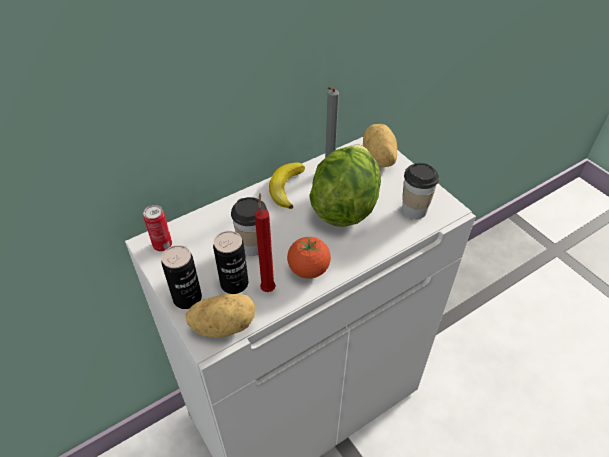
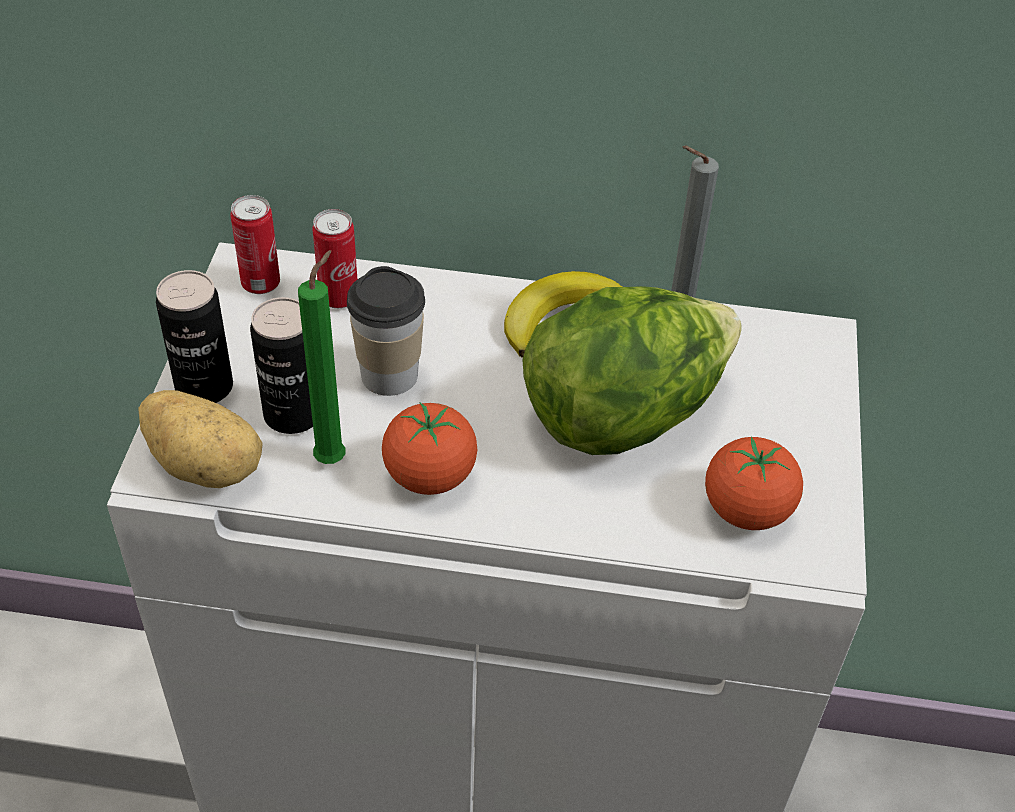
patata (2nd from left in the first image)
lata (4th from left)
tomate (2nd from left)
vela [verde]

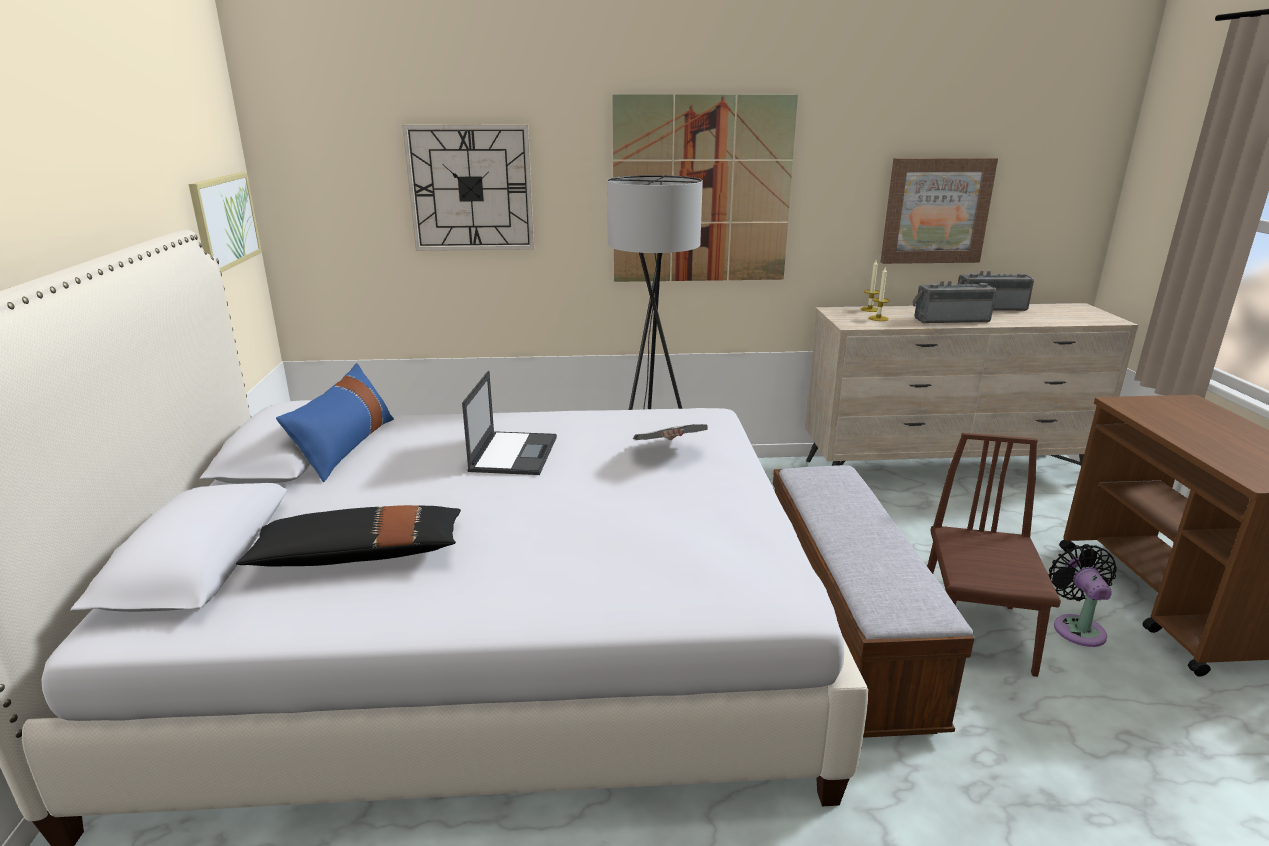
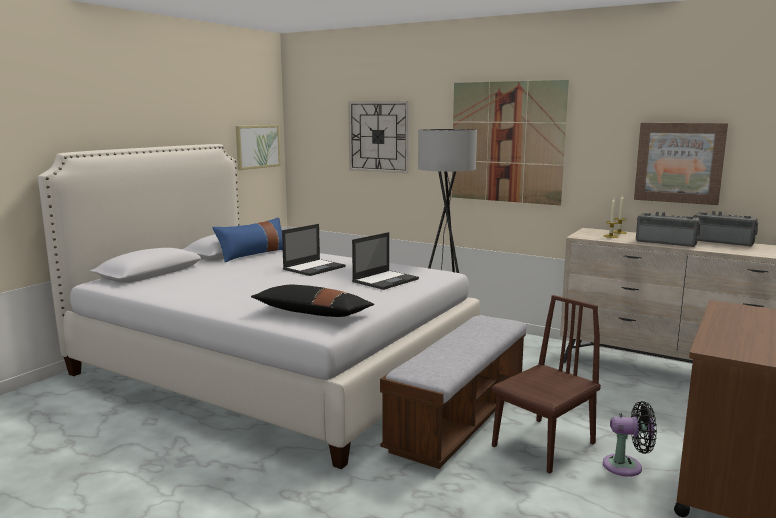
cojín [negro]
portátil (2nd from left)
ventilador [negro]

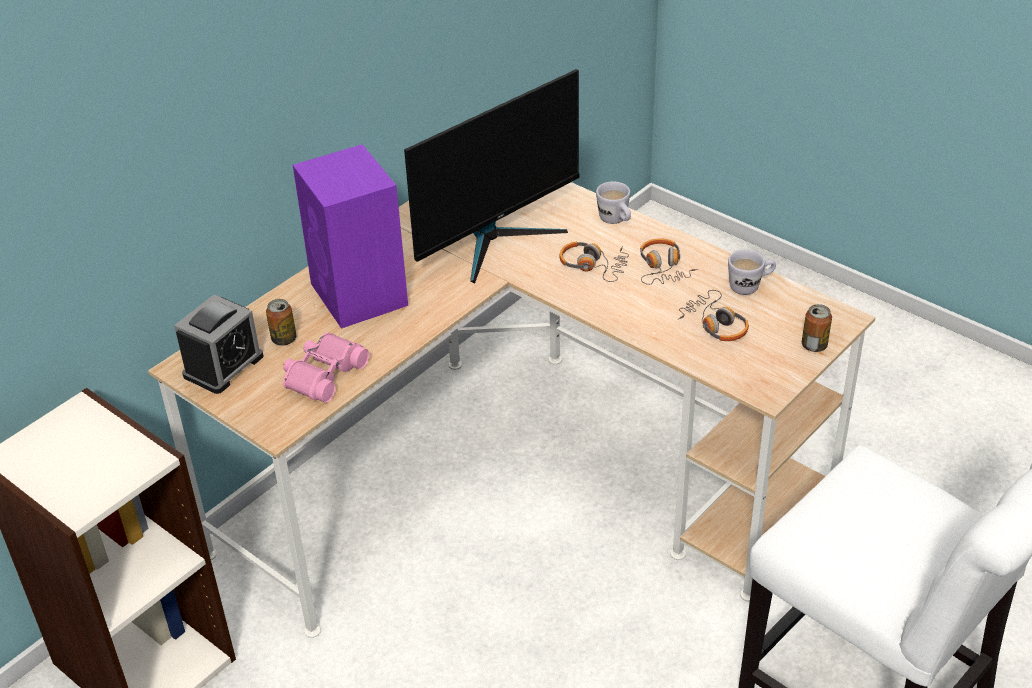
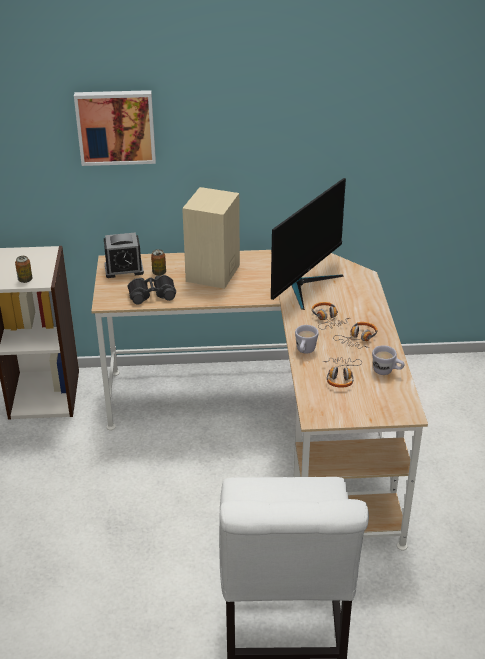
cuadro
taza grande [blanco] (1st from left)
lata (1st from left)
prismáticos [negro]
altavoz [beis]
monitor

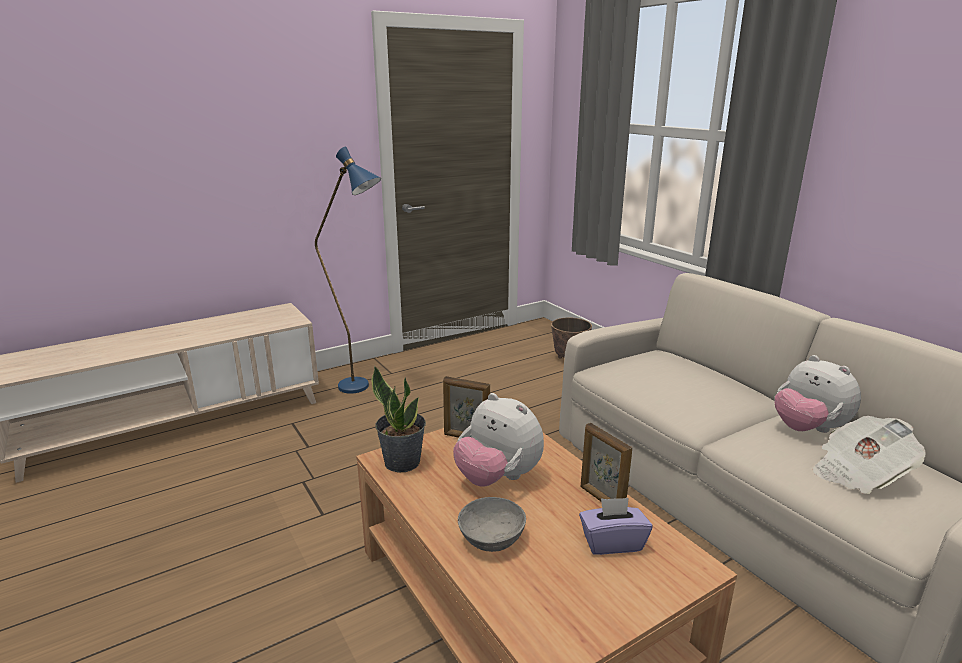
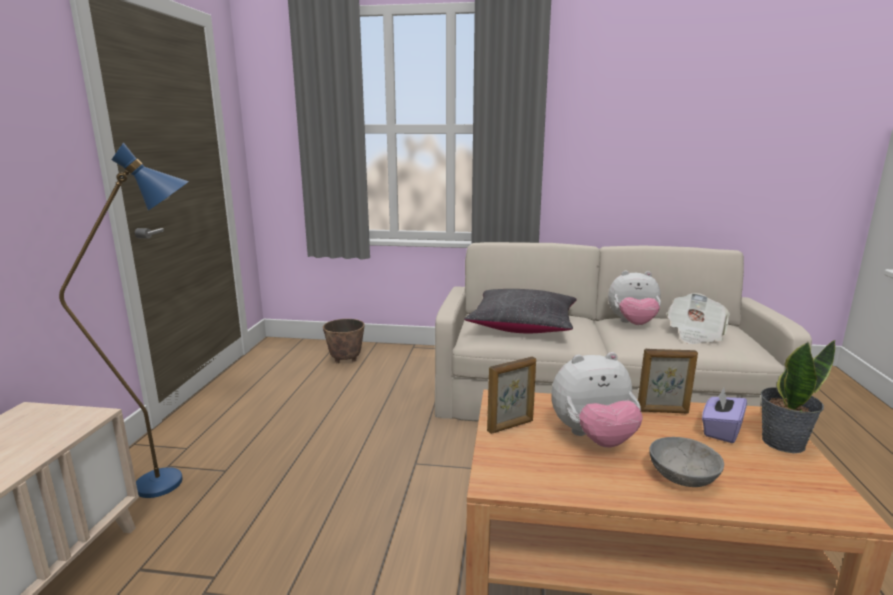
cojín [negro]
planta en maceta

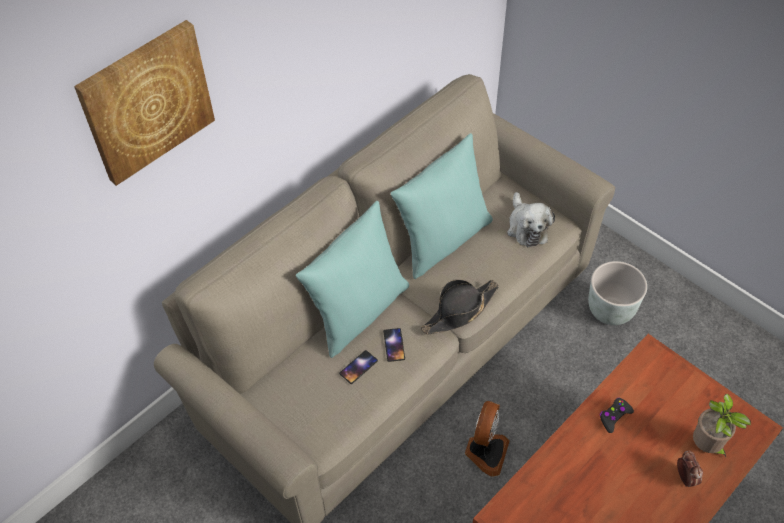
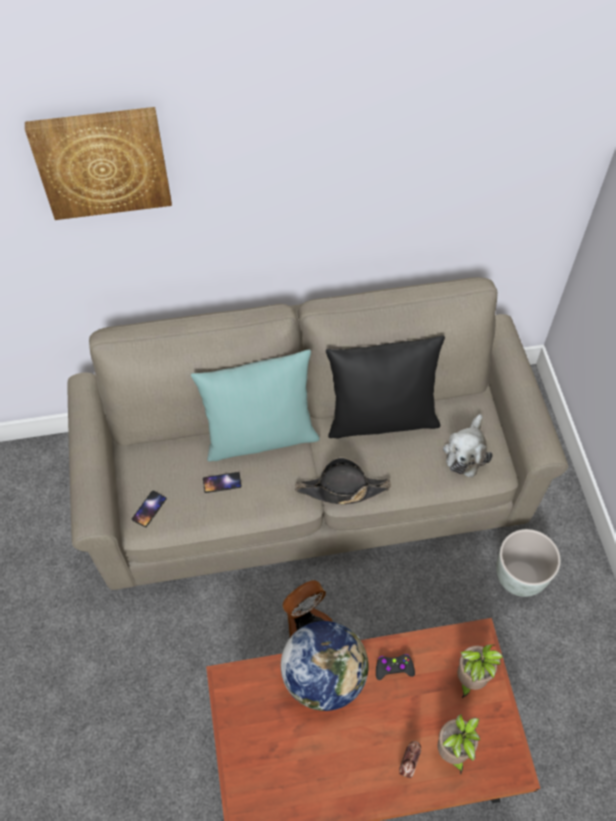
globo terráqueo
planta en maceta (2nd from left)
móvil (1st from left)
cojín [negro]

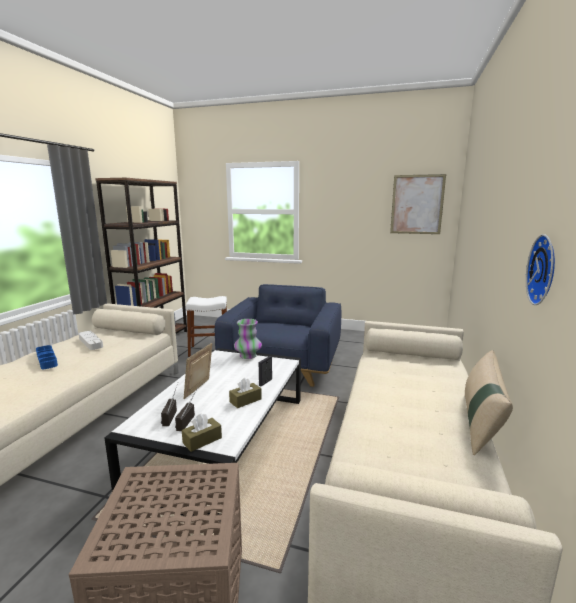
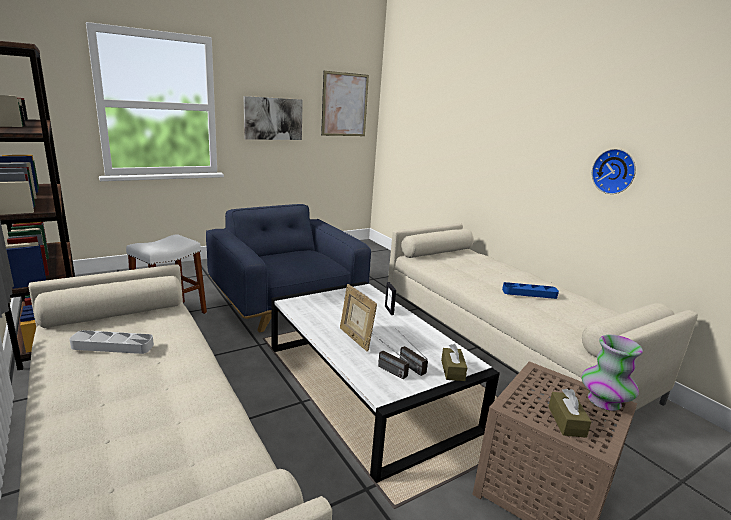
cojín [beis]
cuadro (1st from left)
bandeja [azul]
caja de pañuelos [marrón] (2nd from left)
florero

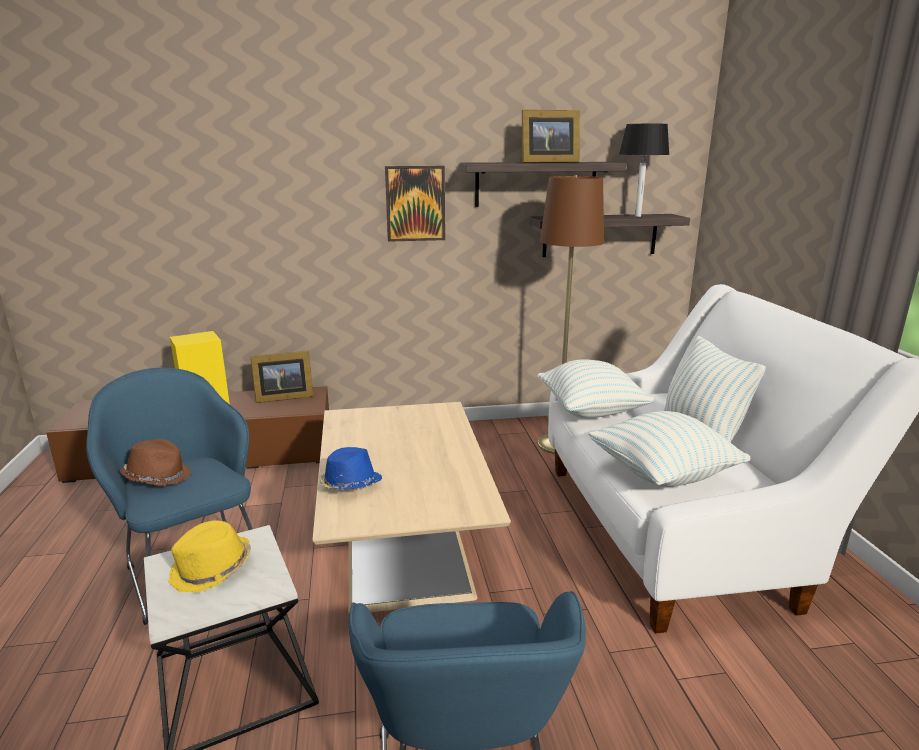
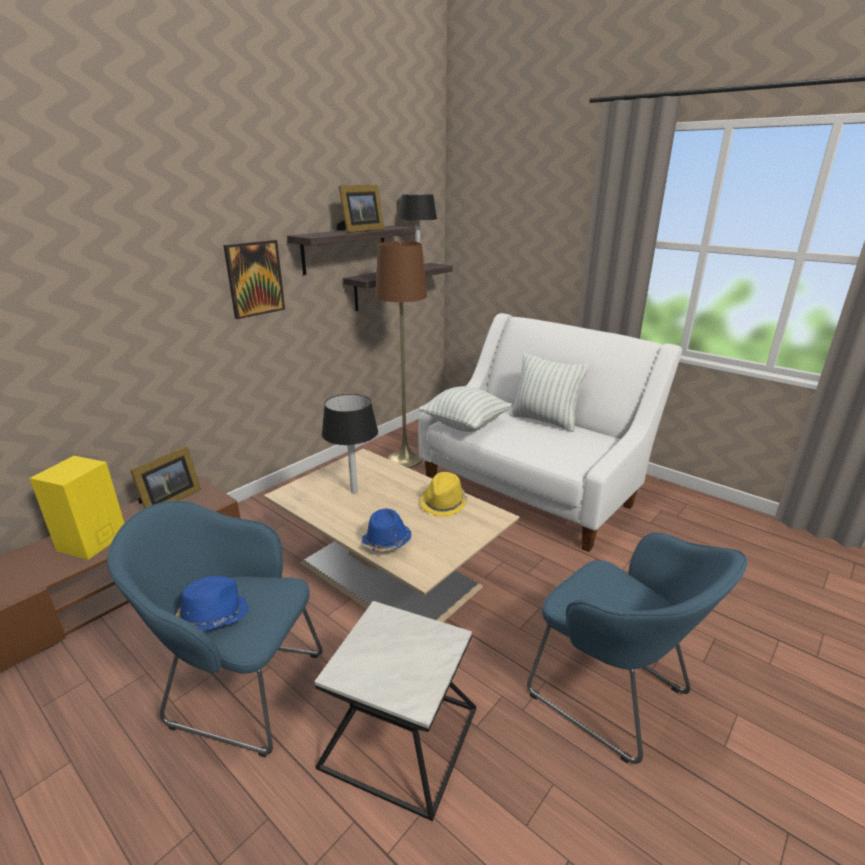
cojín (2nd from left in the first image)
lámpara de mesa [negro] (1st from left)
sombrero [amarillo]
sombrero [azul] (1st from left)

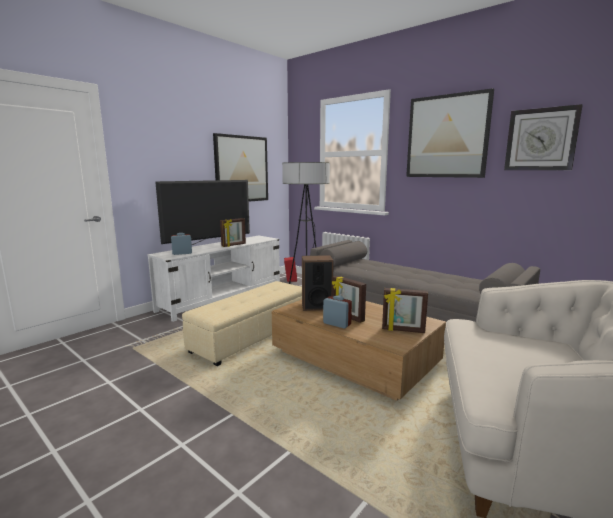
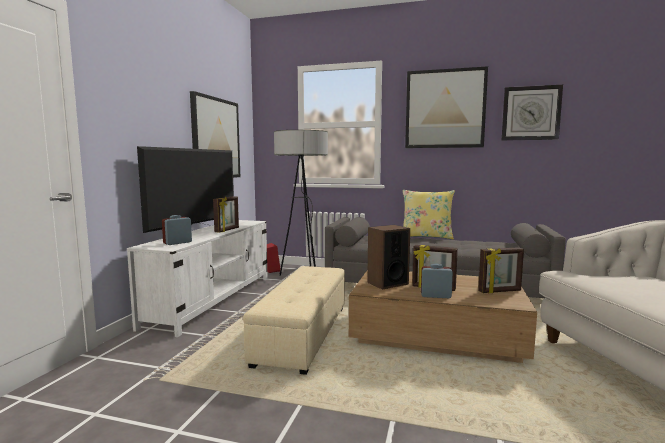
cojín [amarillo]

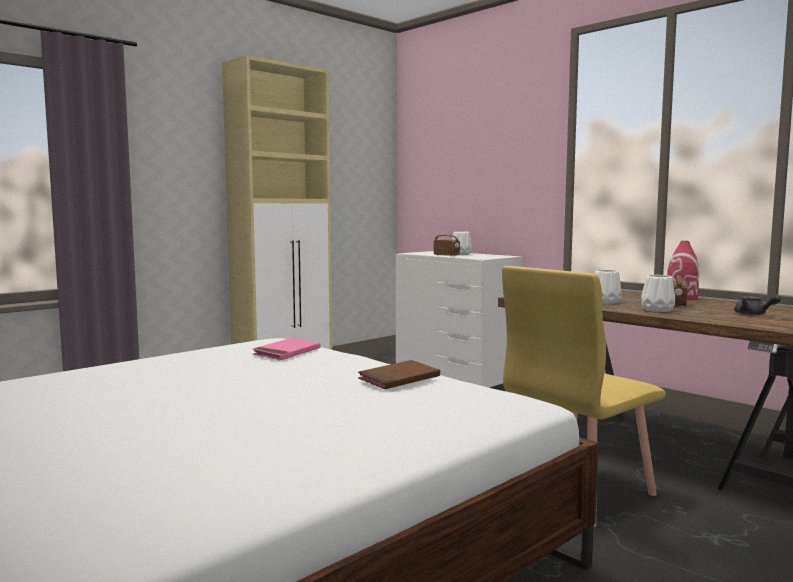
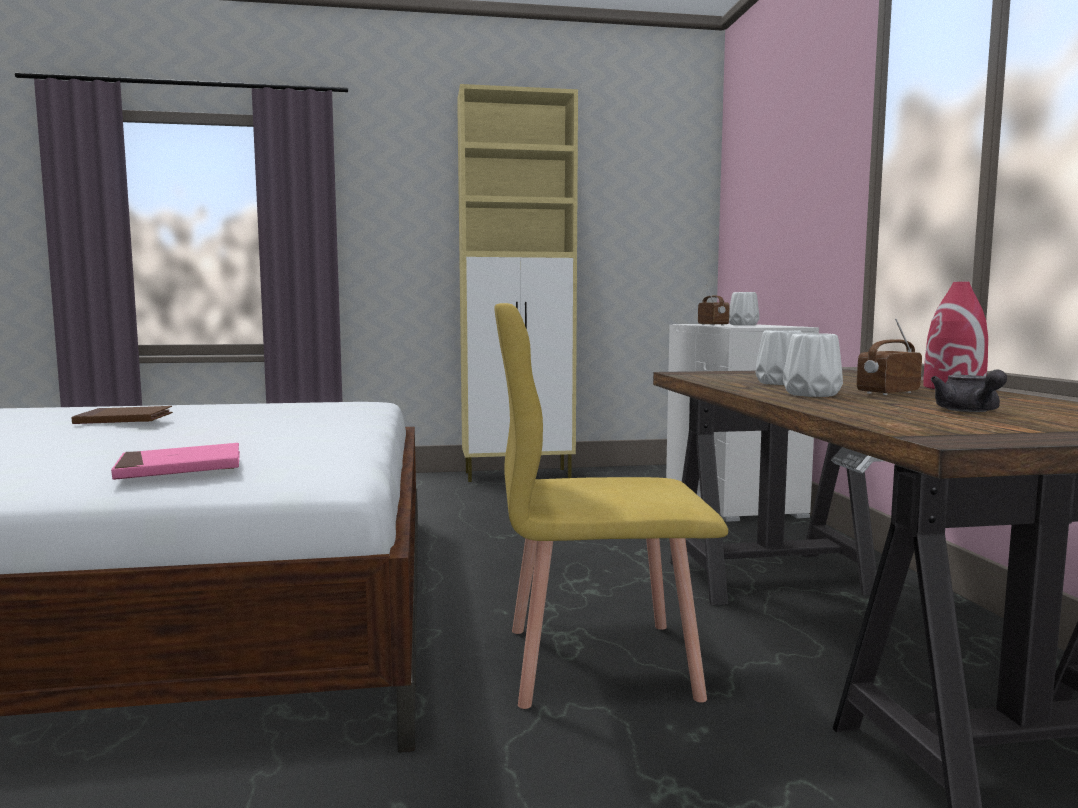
libro [rosa]
libro [marrón]

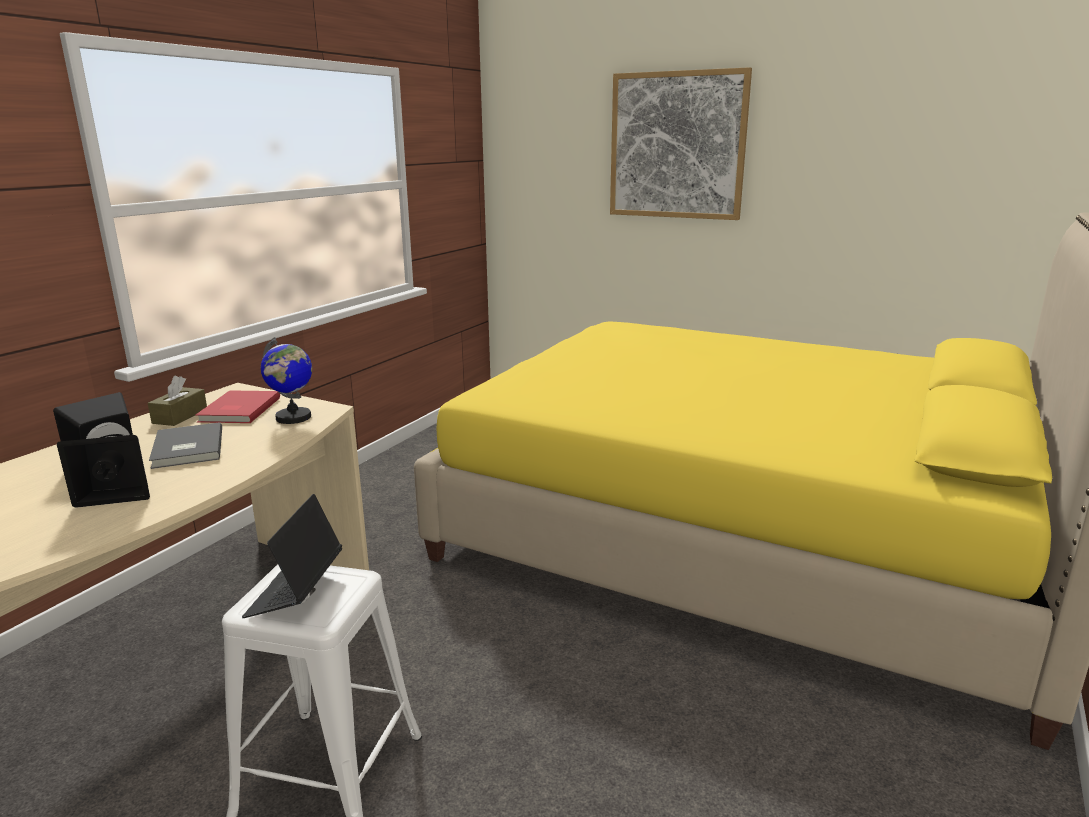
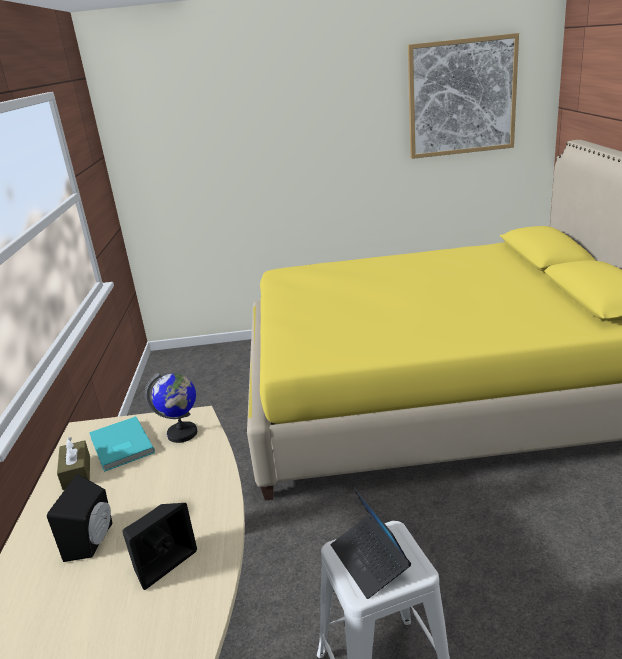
libro [gris]
cuadro
libro [turquesa]

